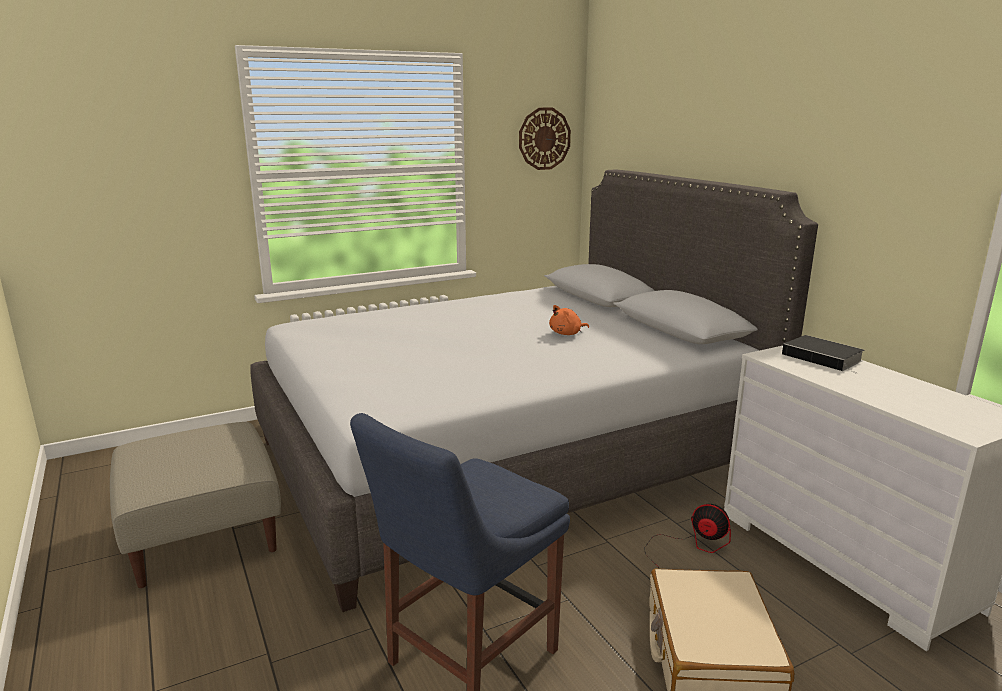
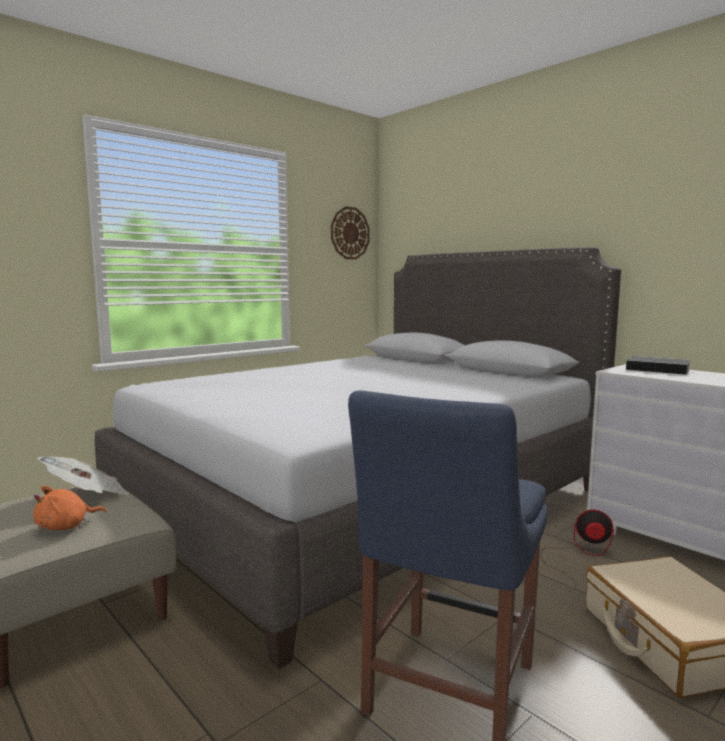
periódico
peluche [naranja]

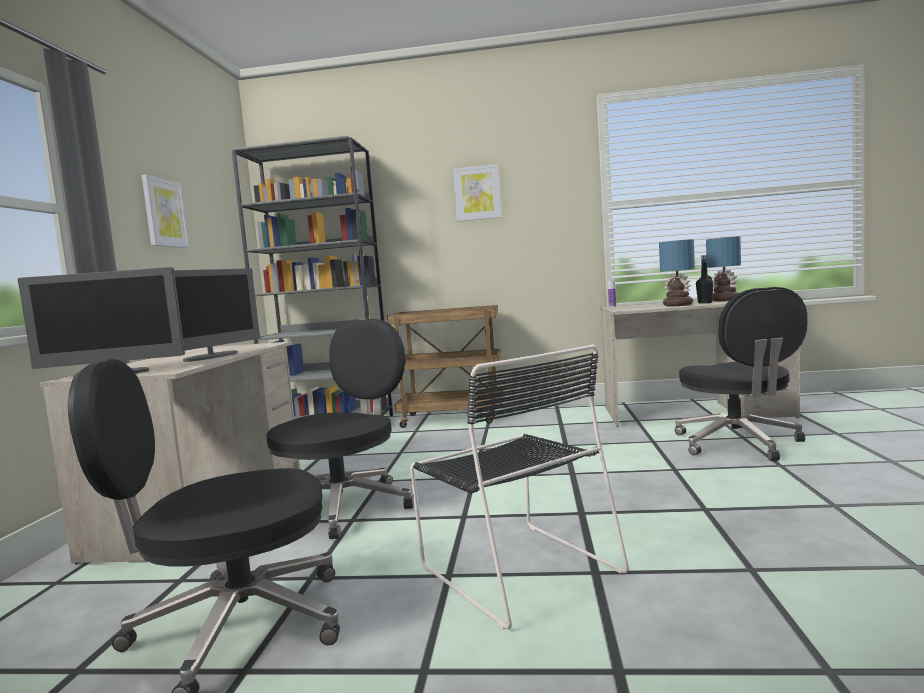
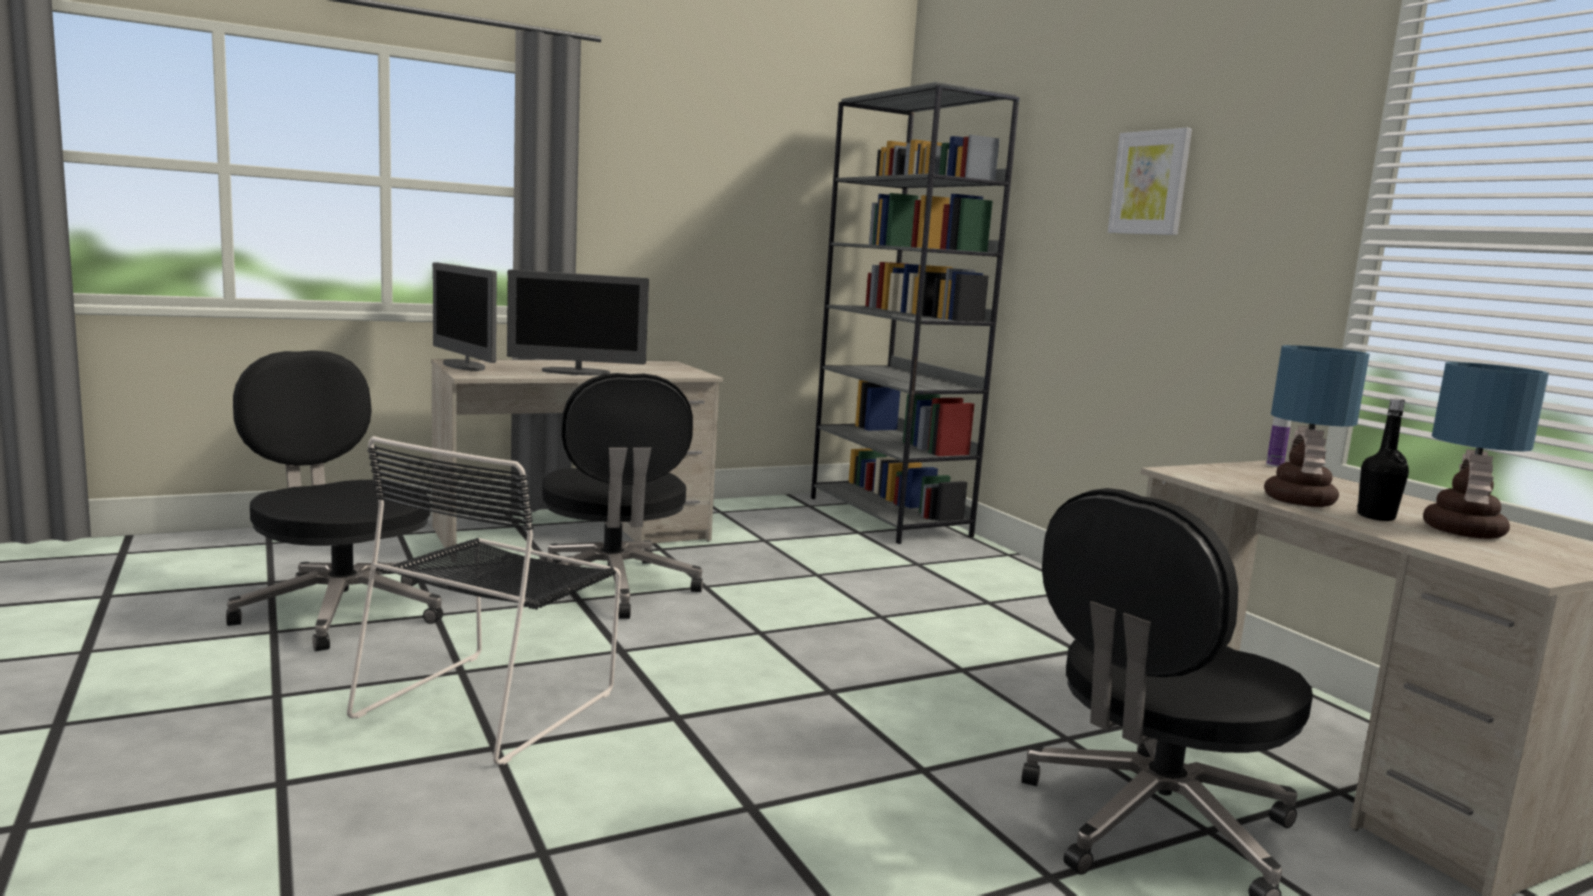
cuadro (1st from left in the first image)
carrito [marrón]
silla de oficina [negro] (2nd from left)

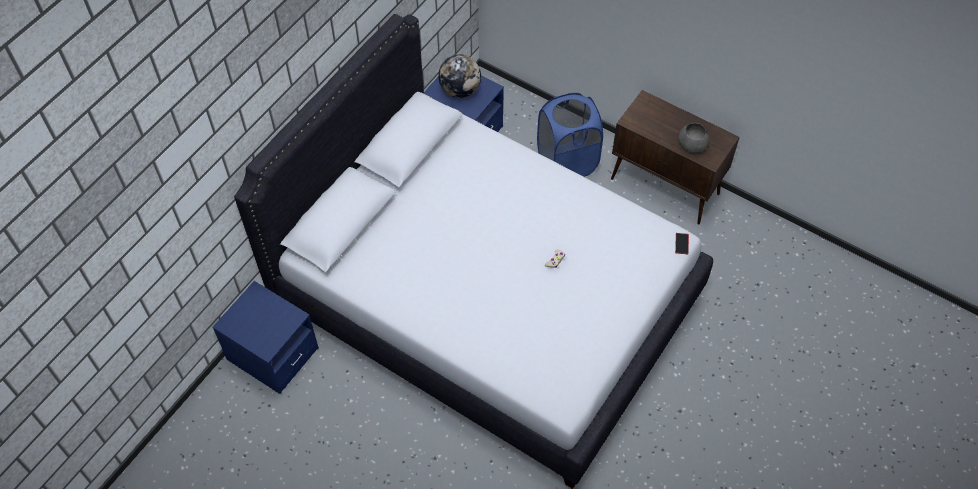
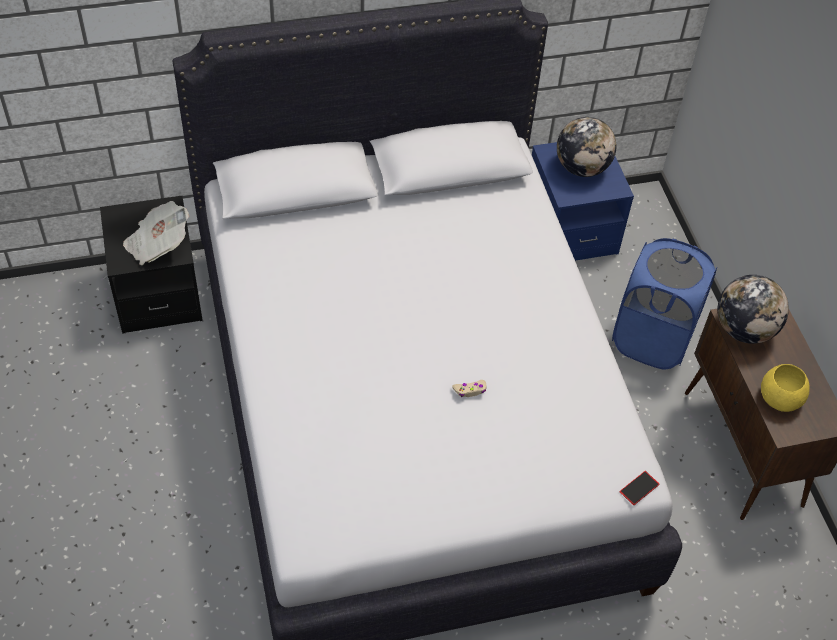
periódico
globo terráqueo (2nd from left)
mesita de noche [negro]
cuenco [amarillo]

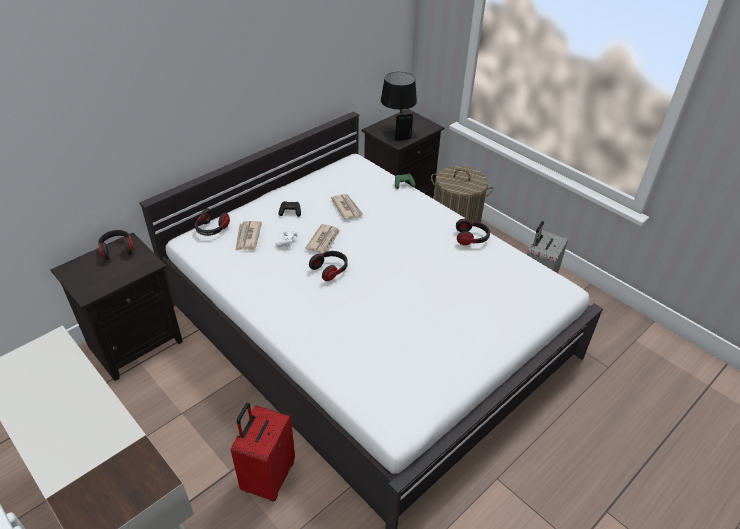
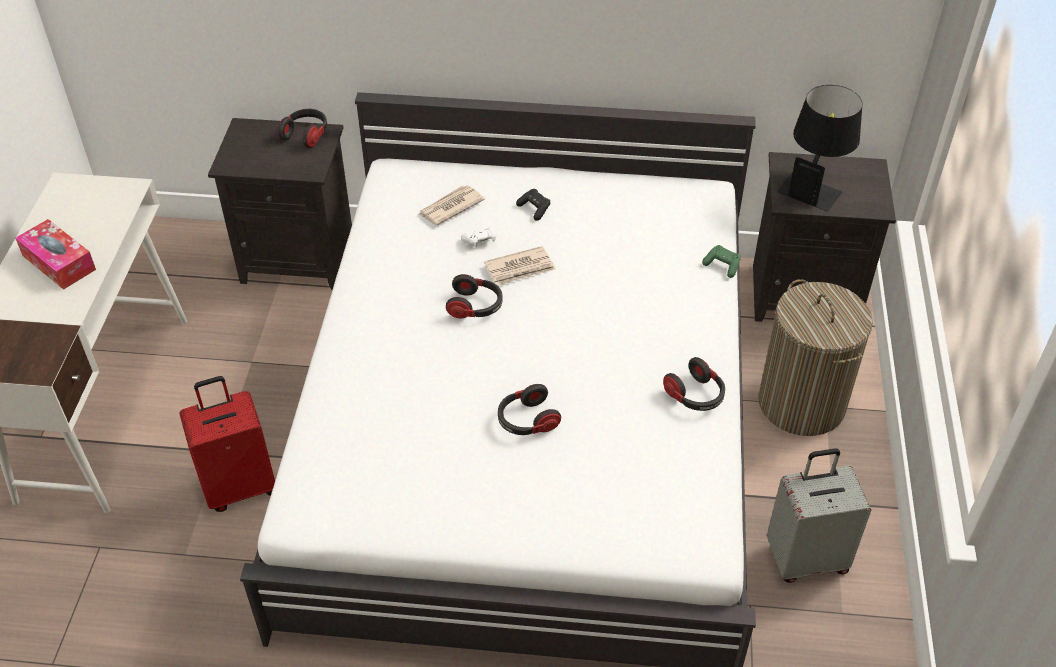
periódico (3rd from left in the first image)
caja de pañuelos
auriculares (3rd from left)

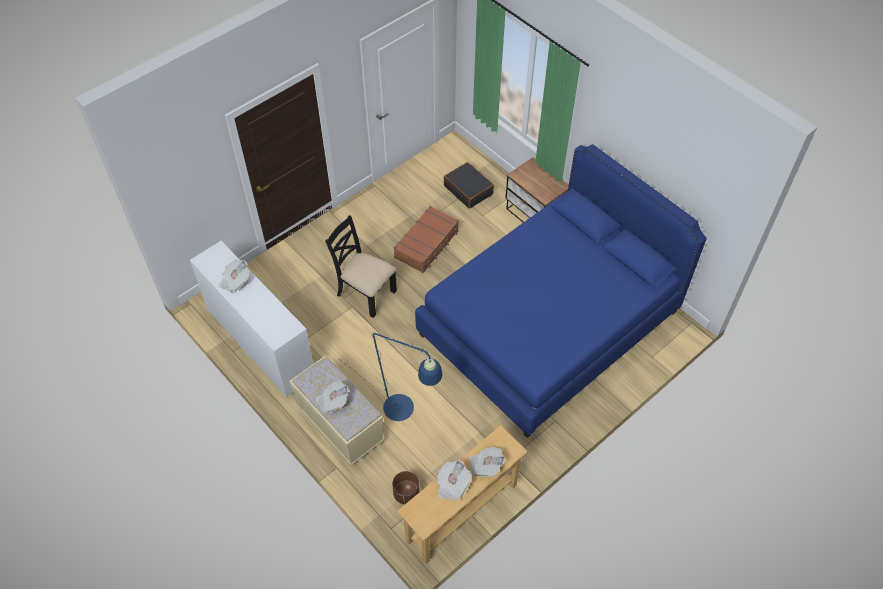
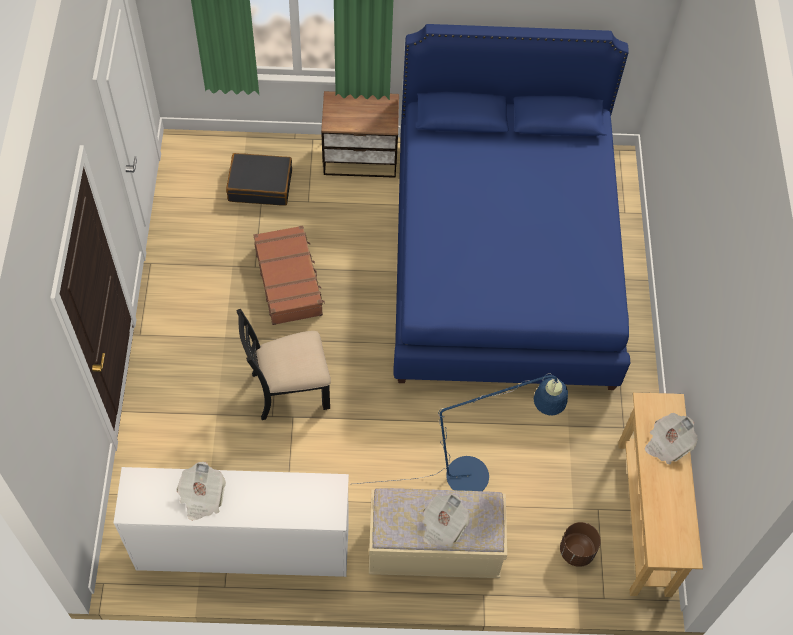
periódico (3rd from left in the first image)

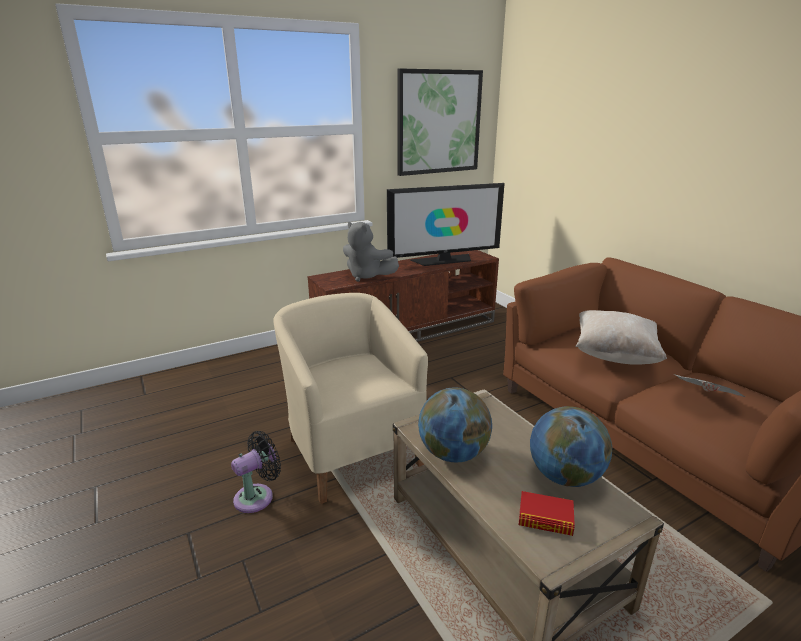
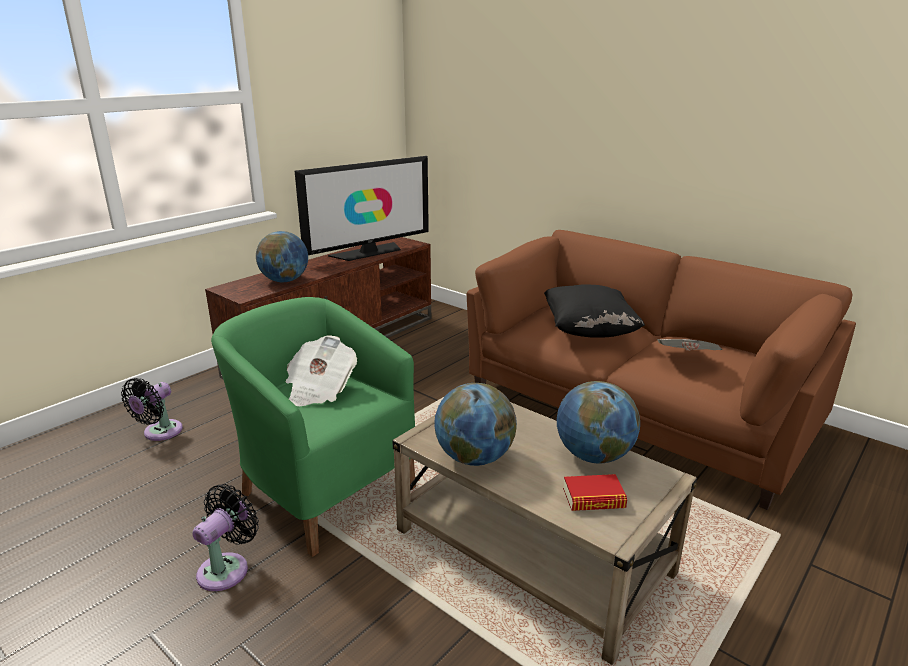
cuadro
ventilador [negro] (1st from left)
periódico (1st from left)
globo terráqueo (1st from left)
sillón [verde]
cojín [negro]

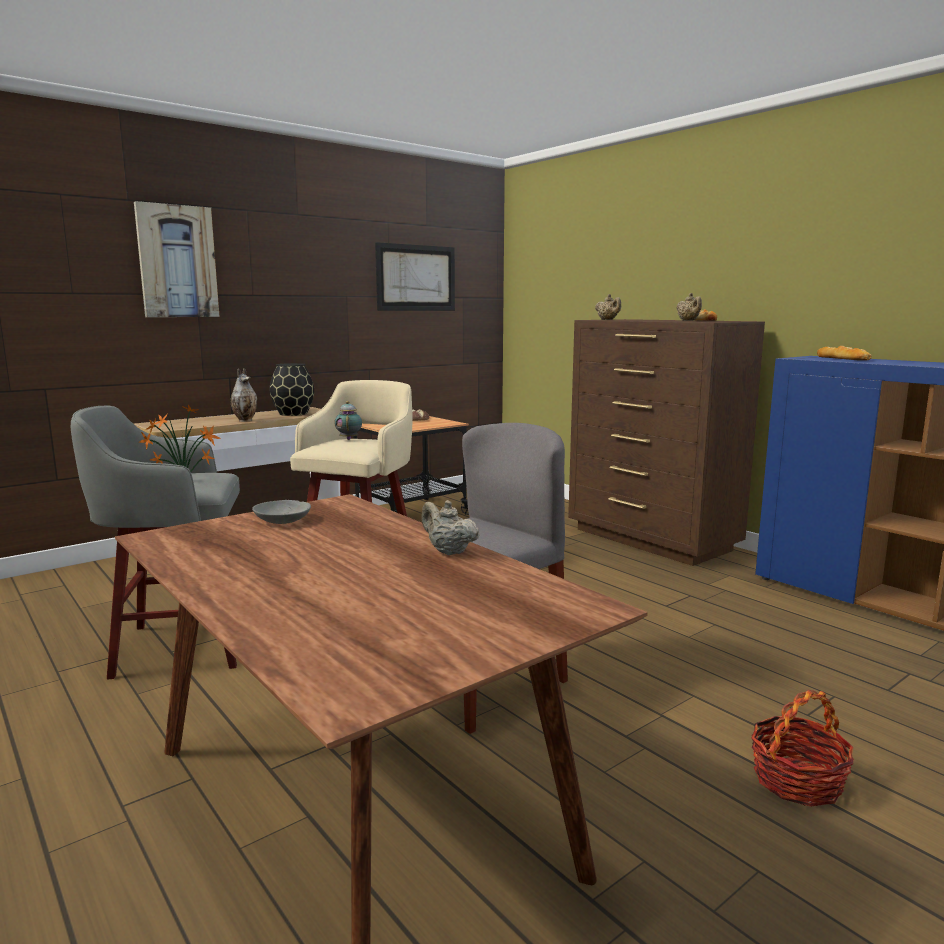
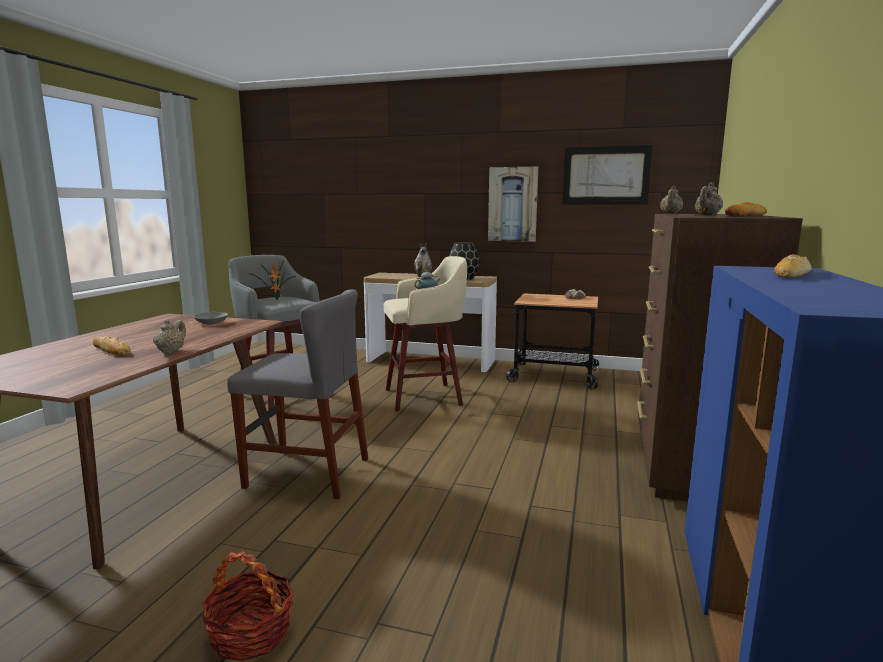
pan (1st from left)
cuadro (1st from left)

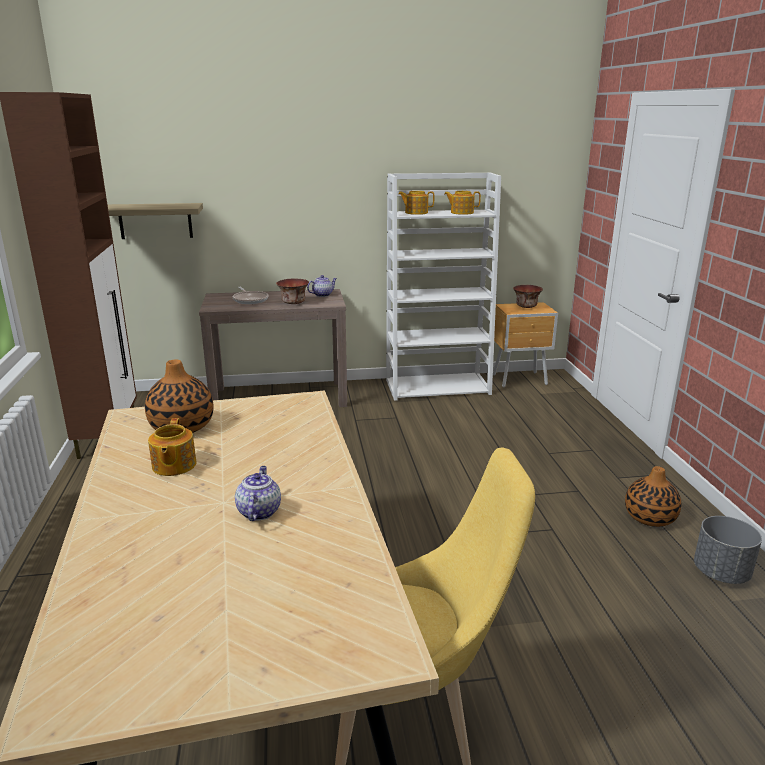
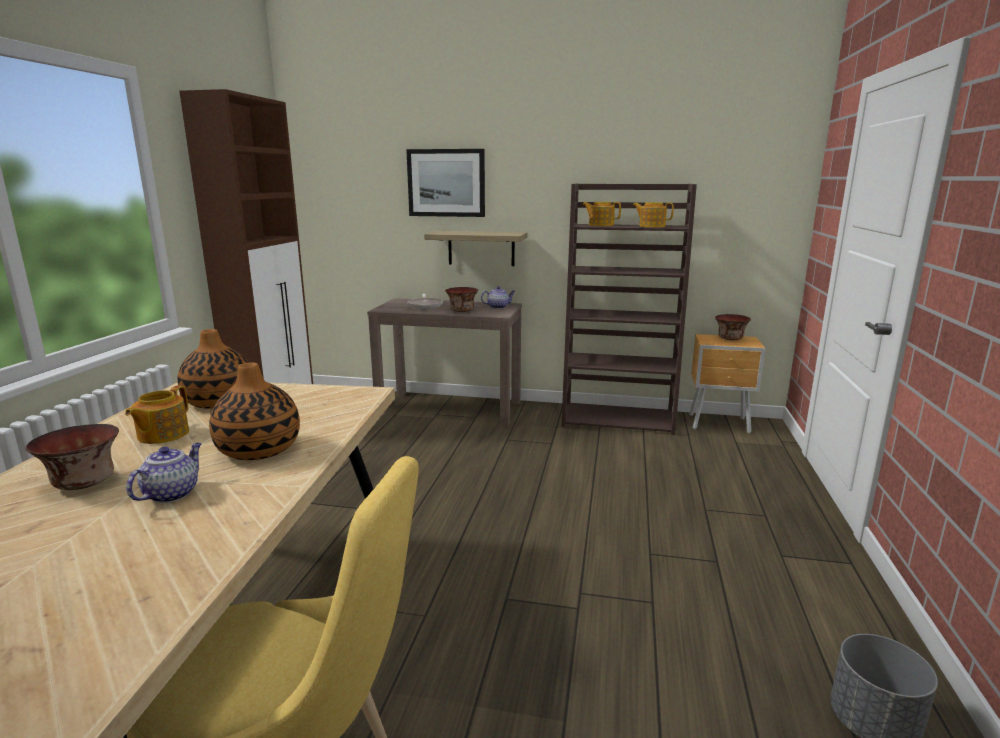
cuenco (1st from left)
cuadro
estante
florero (2nd from left)
estantería [marrón]

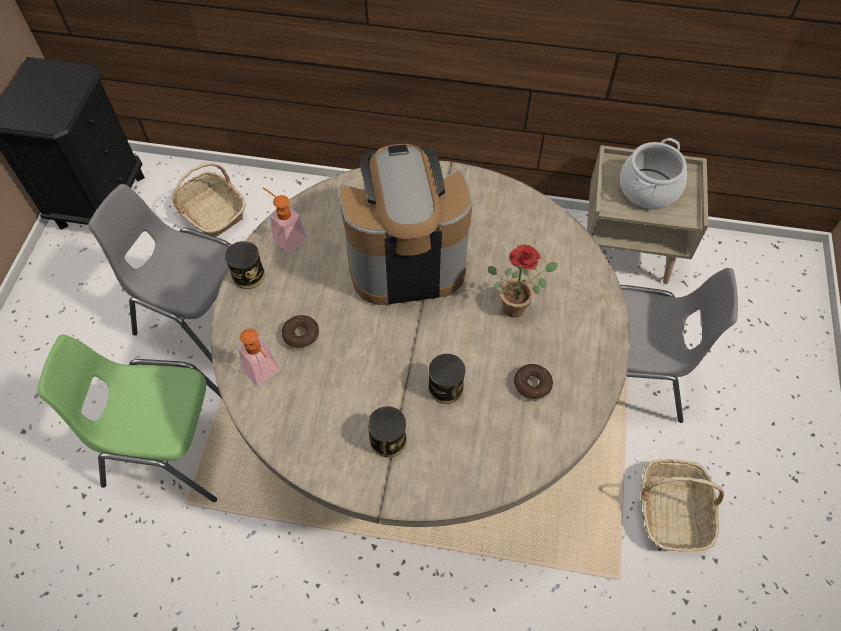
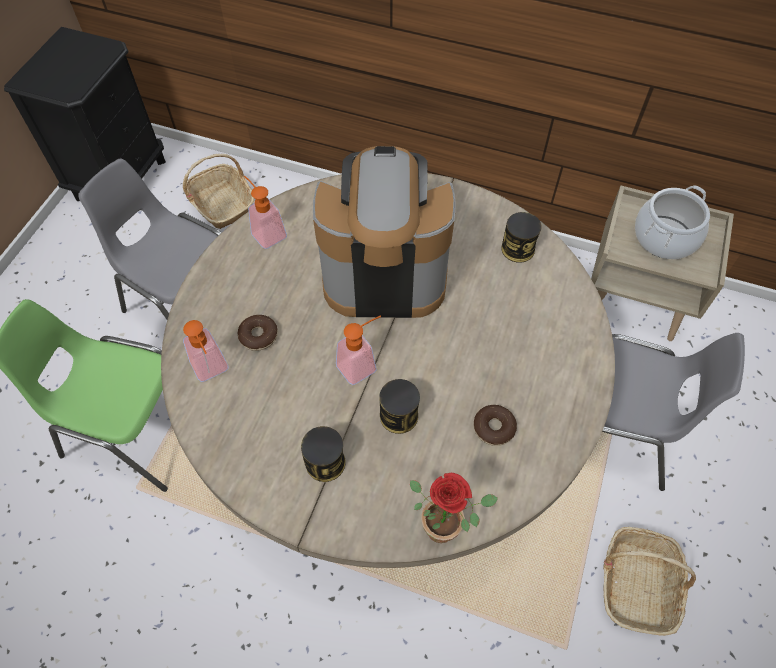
dispensador de jabón (3rd from left)
lata (3rd from left)
planta en maceta

